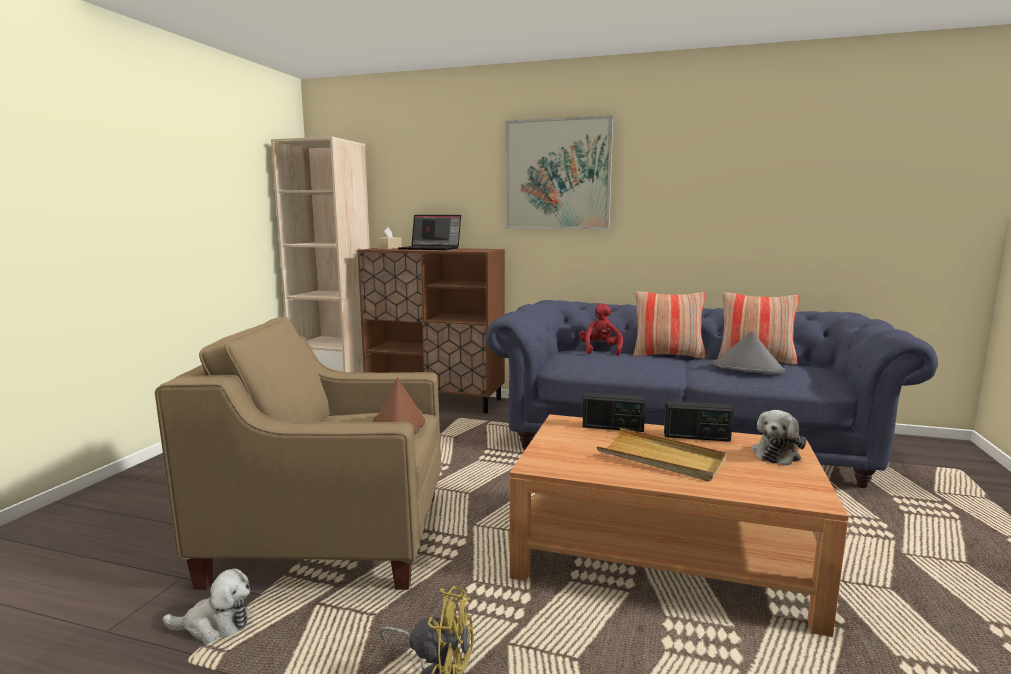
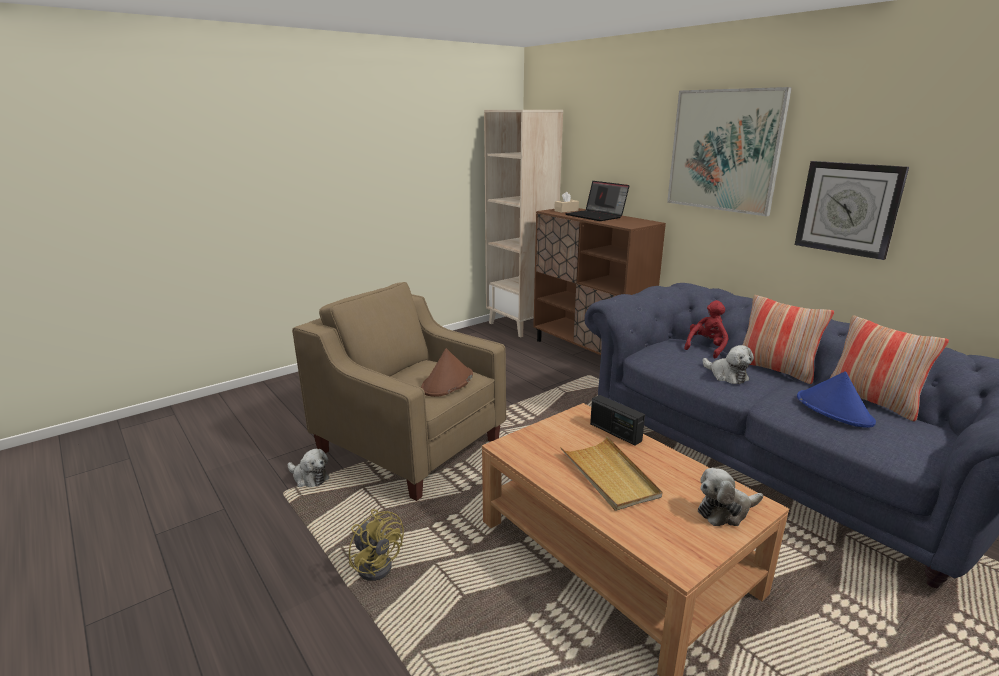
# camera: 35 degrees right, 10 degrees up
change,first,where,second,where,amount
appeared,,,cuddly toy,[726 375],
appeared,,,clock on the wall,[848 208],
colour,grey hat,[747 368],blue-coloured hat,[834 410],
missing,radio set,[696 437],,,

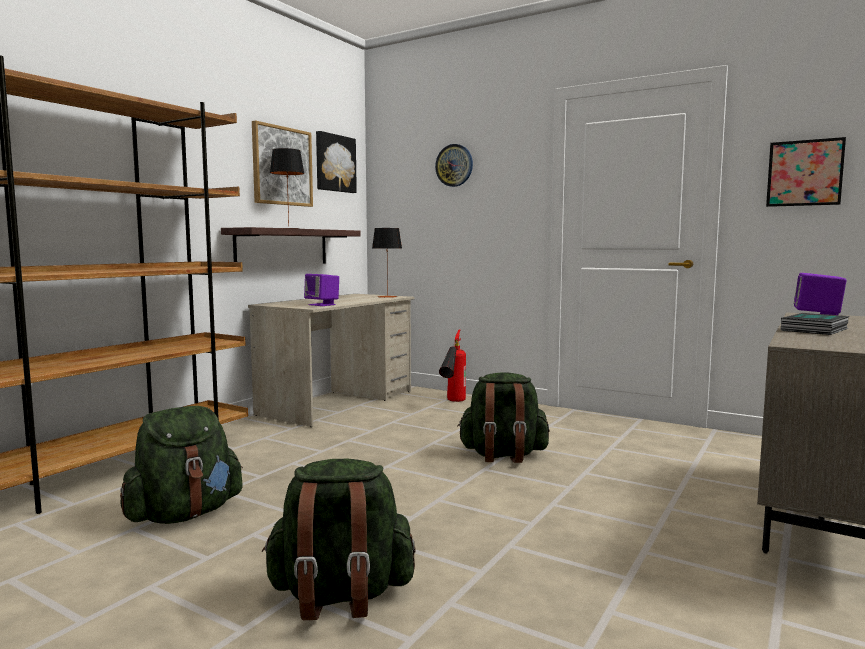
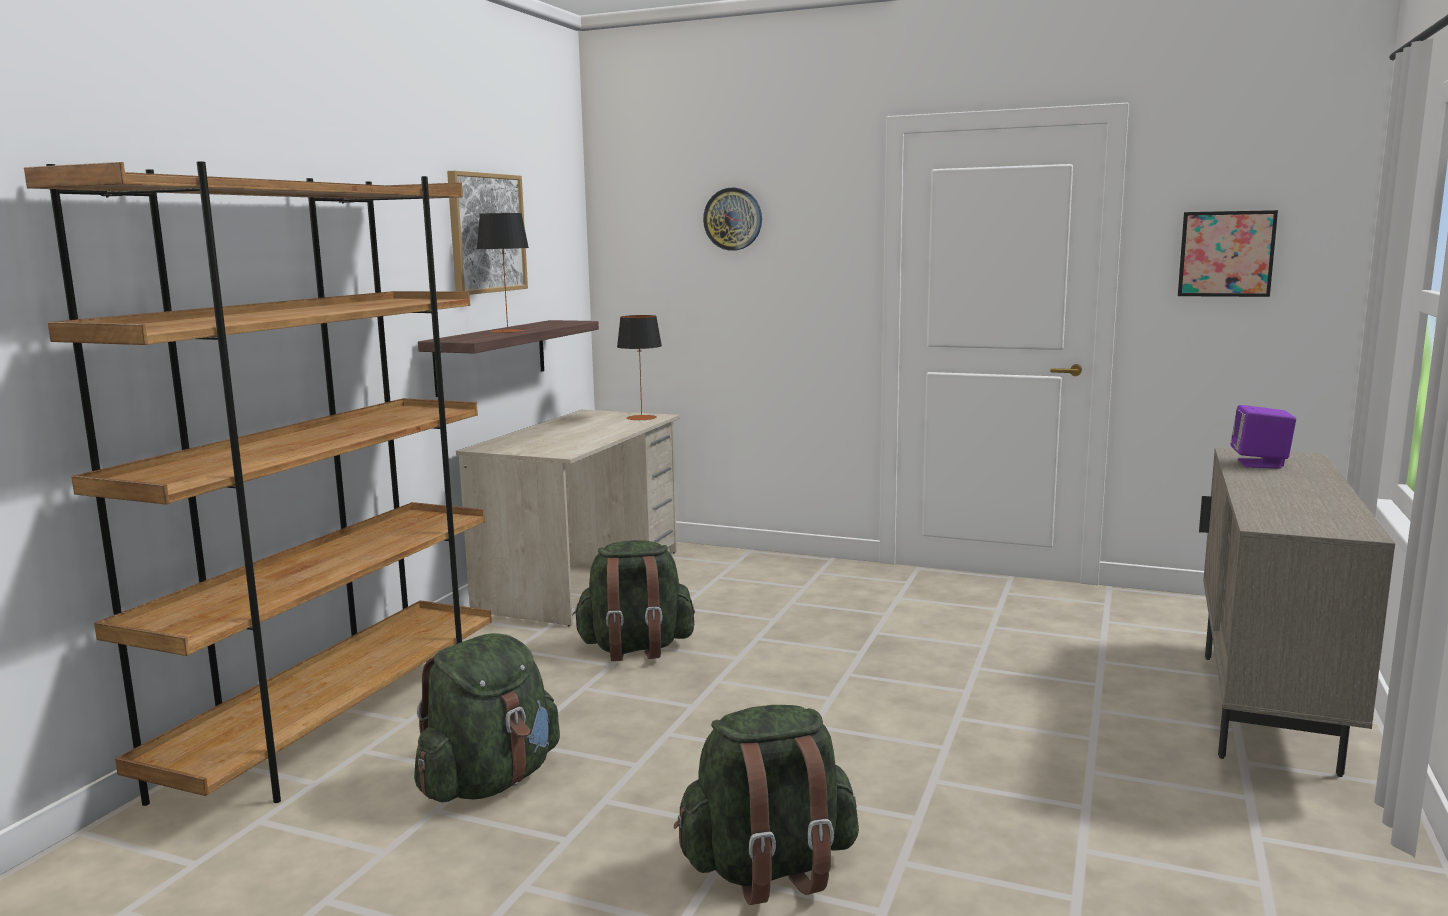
# camera: 10 degrees left, 5 degrees up
change,first,where,second,where,amount
relocated,greenish knapsack,[503 455],,[635 649],
missing,purple-coloured audio speaker,[322 305],,,
missing,wall picture,[334 163],,,
missing,fire extinguisher,[452 403],,,
missing,bound book,[816 329],,,

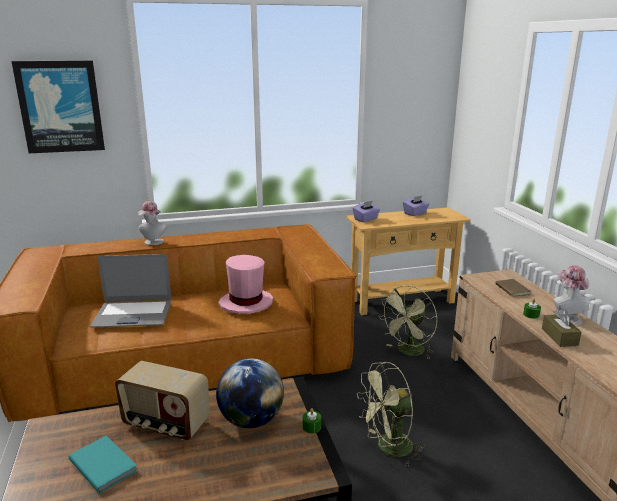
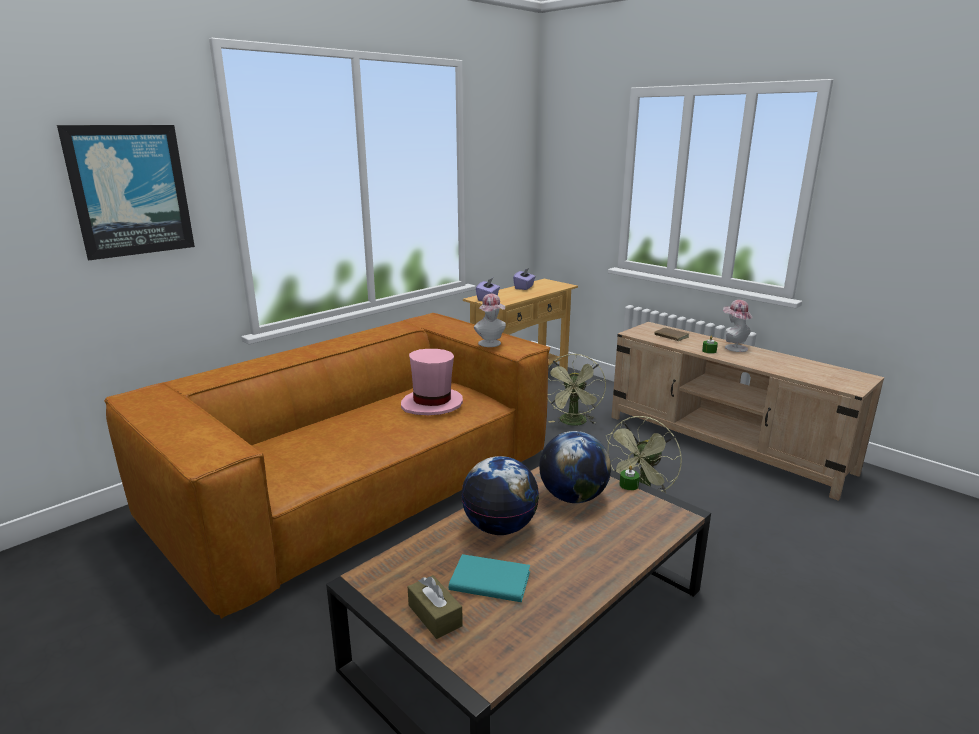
# camera: 30 degrees left, 0 degrees up
change,first,where,second,where,amount
relocated,brown tissue box,[559 337],,[435 615],
exchanged,radio set,[165 424],globe,[500 527],
relocated,hat,[153 243],,[491 344],
missing,laptop,[133 314],,,

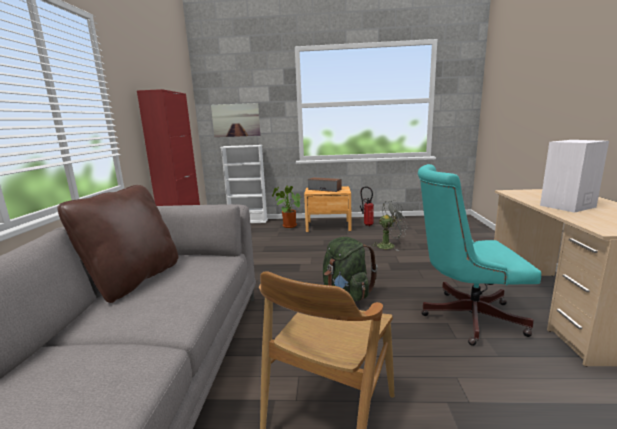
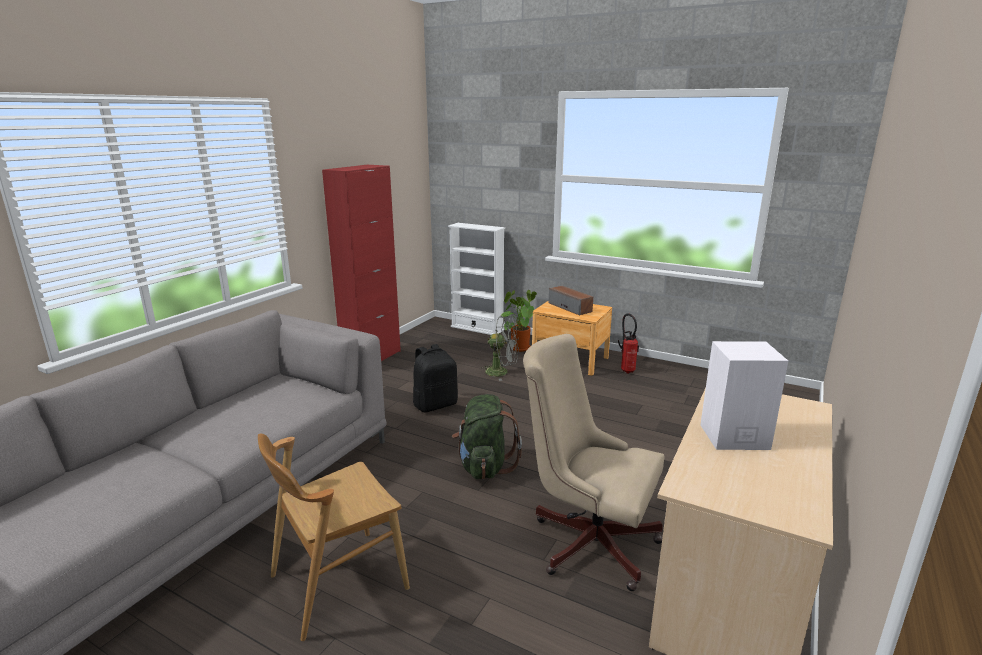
# camera: 25 degrees right, 5 degrees up
change,first,where,second,where,amount
appeared,,,blackish knapsack,[435 405],
relocated,grey fan,[389 245],,[502 372],
colour,turquoise-coloured office chair,[464 316],beige office chair,[587 540],
missing,brown cushion,[134 280],,,
missing,wall picture,[236 120],,,

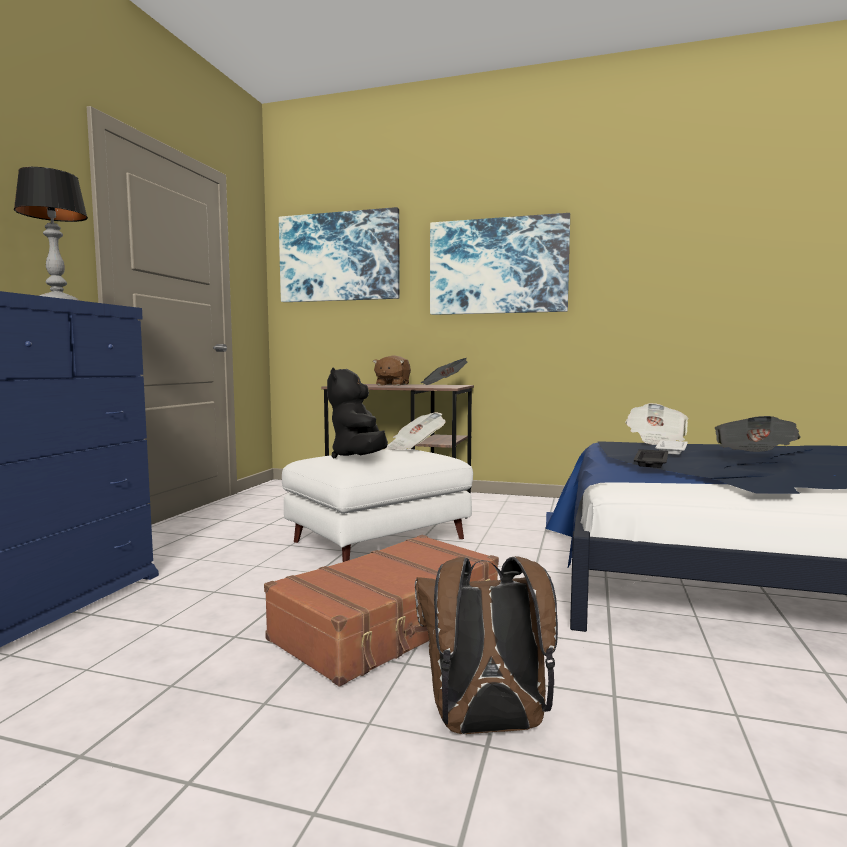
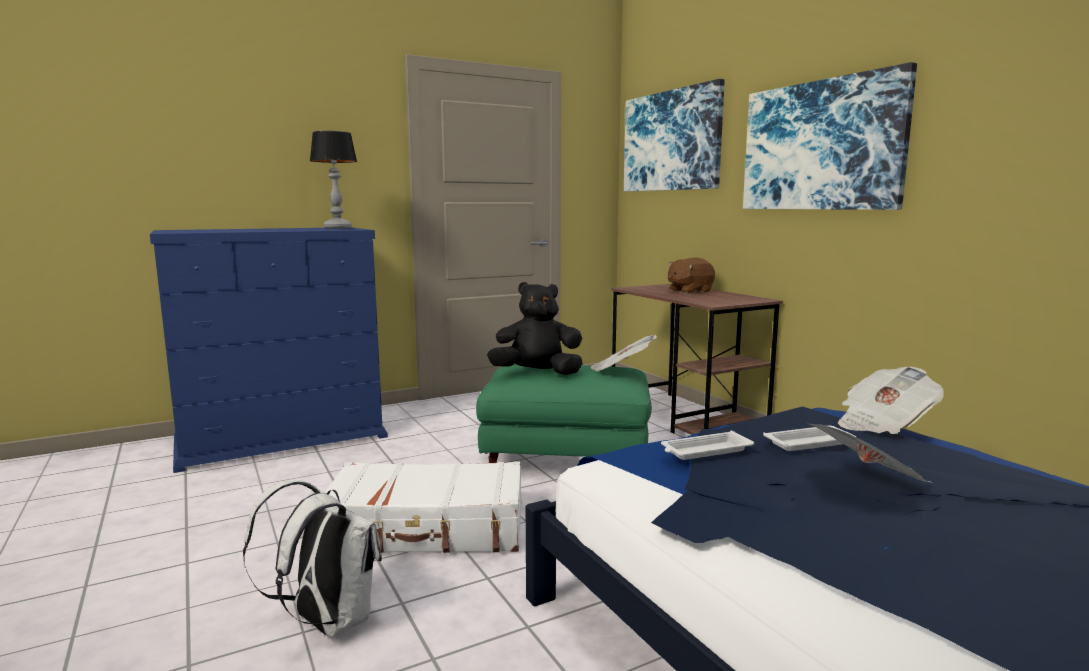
# camera: 45 degrees right, 5 degrees up
change,first,where,second,where,amount
colour,brown knapsack,[486 726],white-coloured knapsack,[326 622],
colour,brown travel case,[391 624],white-coloured travel case,[427 528],
colour,white-coloured footrest,[379 541],greenish footrest,[566 458],
spun,blackish cuddly toy,[360 458],,[537 373],45 degrees clockwise
colour,blackish serving tray,[651 462],white-coloured serving tray,[705 451],
missing,newspaper,[443 385],,,

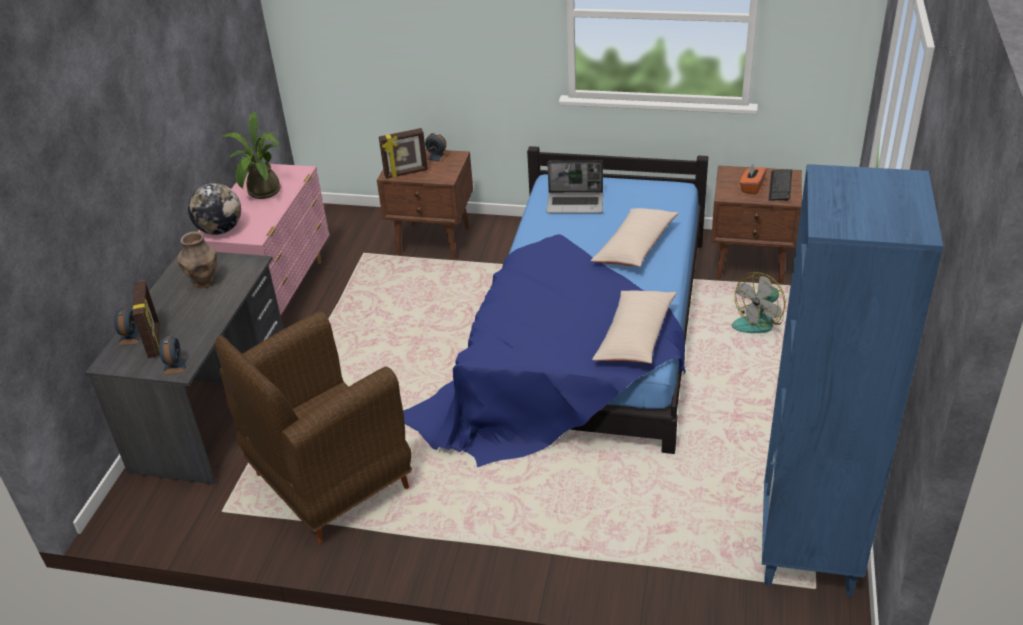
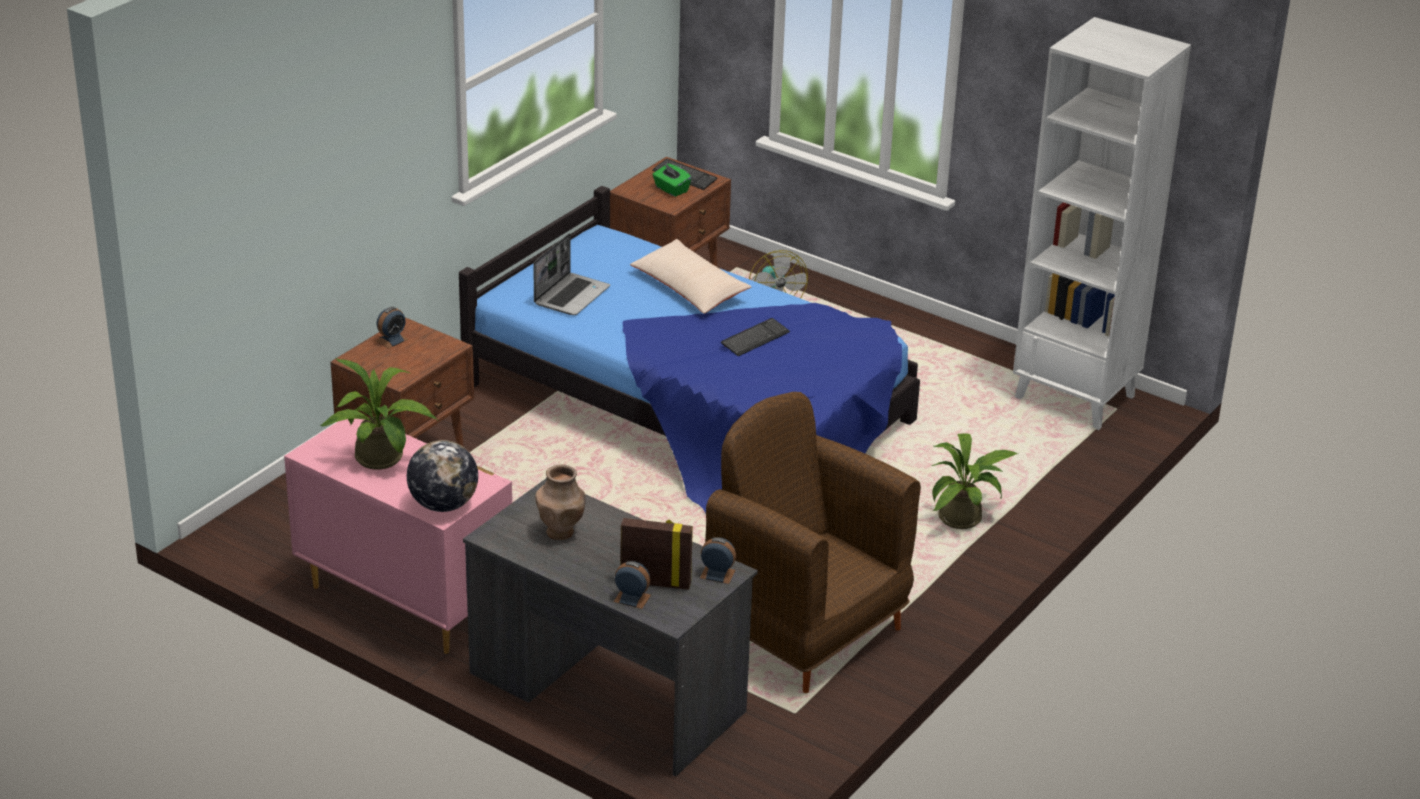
# camera: 70 degrees left, 5 degrees down
change,first,where,second,where,amount
colour,orangey tissue box,[751 187],greenish tissue box,[671 189],
spun,brown armchair,[329 483],,[803 631],150 degrees clockwise
appeared,,,computer keyboard,[755 339],
appeared,,,plant in a pot,[965 518],
colour,blue-coloured bookshelf,[808 551],white-coloured bookshelf,[1076 397],
missing,picture frame,[406 173],,,
missing,beige cushion,[635 336],,,

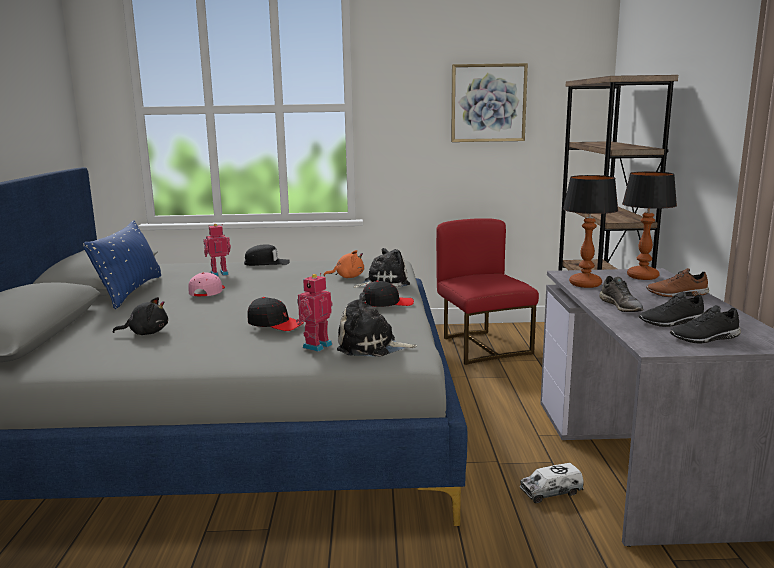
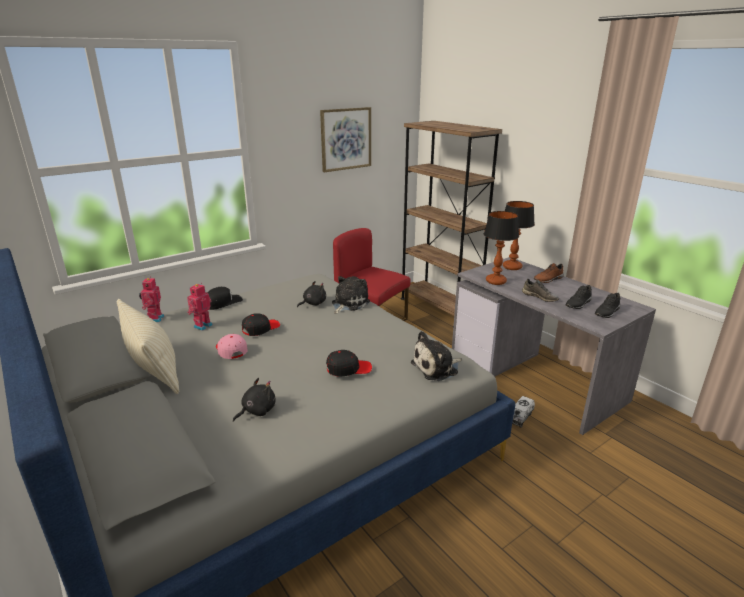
# camera: 35 degrees left, 10 degrees up
change,first,where,second,where,amount
colour,blue-coloured cushion,[131 291],beige cushion,[153 369],
relocated,model robot,[315 346],,[154 319],
relocated,blackish baseball cap,[387 303],,[260 329],
colour,orangey cuddly toy,[347 277],blackish cuddly toy,[313 303],

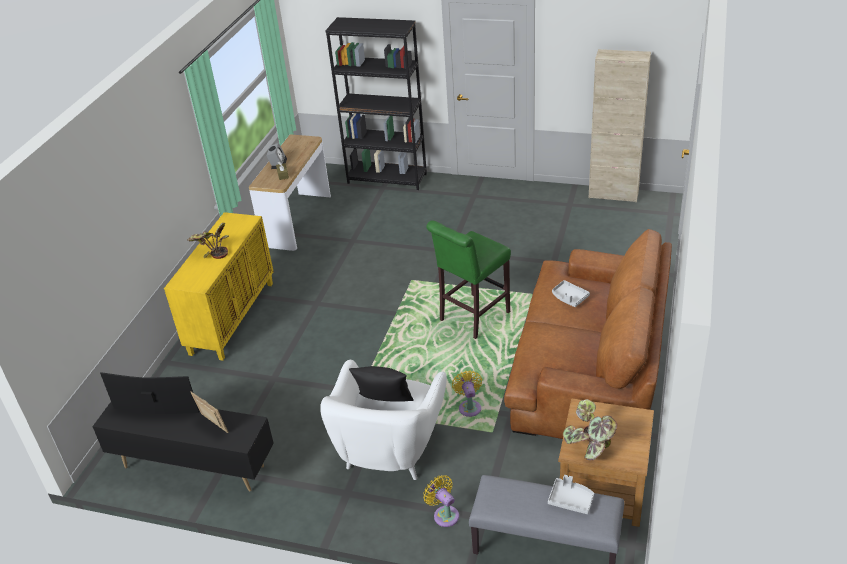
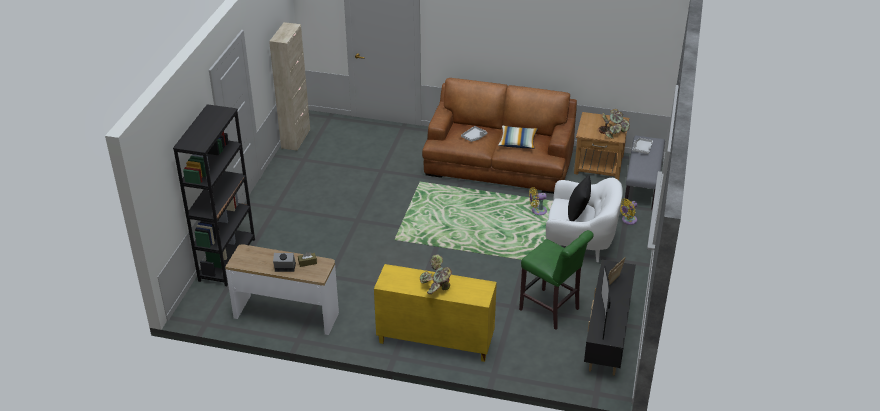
# camera: 95 degrees left, 0 degrees up
change,first,where,second,where,amount
appeared,,,cushion,[517 142],
relocated,greenish sitting stool,[472 318],,[551 311],

